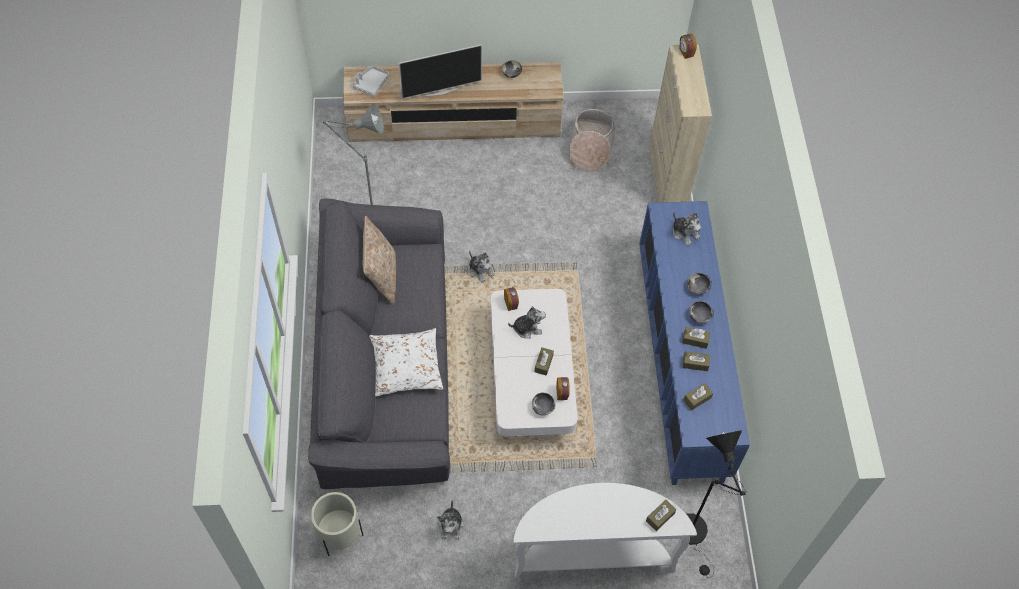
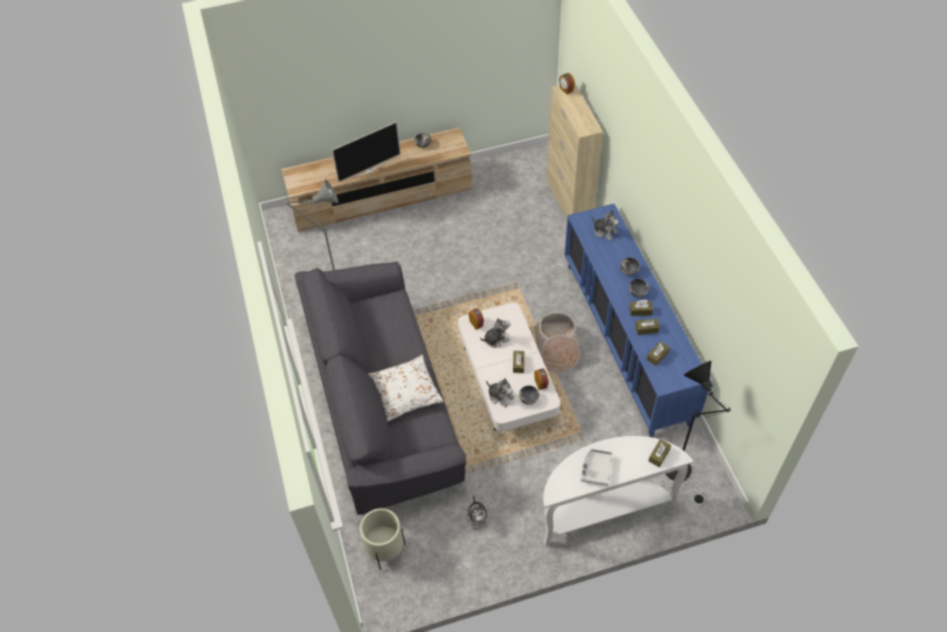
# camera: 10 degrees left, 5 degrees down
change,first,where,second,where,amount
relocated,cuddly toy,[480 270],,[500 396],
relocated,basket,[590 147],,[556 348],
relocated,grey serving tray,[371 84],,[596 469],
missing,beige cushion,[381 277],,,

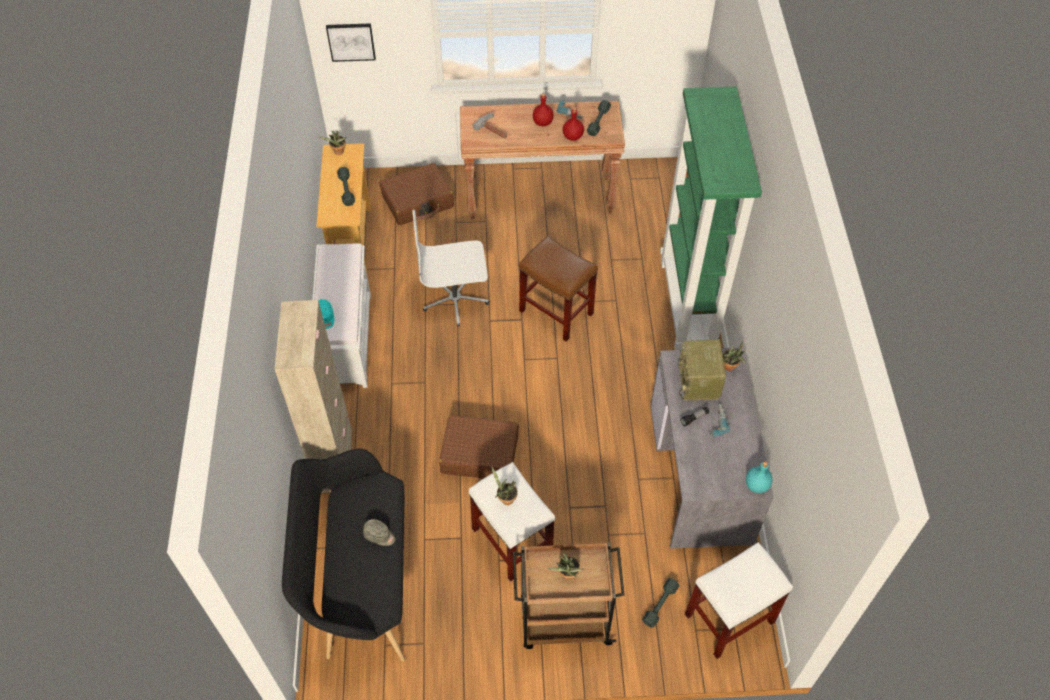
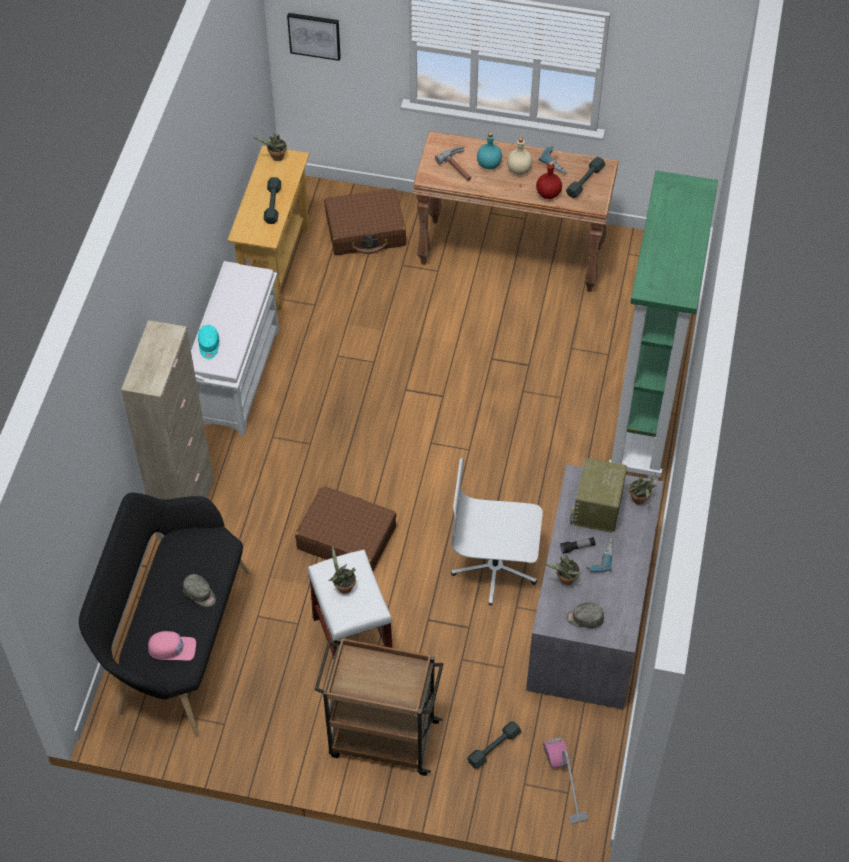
# camera: 15 degrees right, 0 degrees up
change,first,where,second,where,amount
appeared,,,pinkish baseball cap,[172 648],
relocated,white-coloured office chair,[455 299],,[495 568],
relocated,turquoise-coloured drink bottle,[756 485],,[488 164],
colour,red drink bottle,[542 122],beige drink bottle,[518 169],
exchanged,white-coloured sitting stool,[729 619],hoover,[565 782],
relocated,plant in a pot,[567 575],,[565 580],
appeared,,,grey baseball cap,[584 619],
missing,brown sitting stool,[555 312],,,

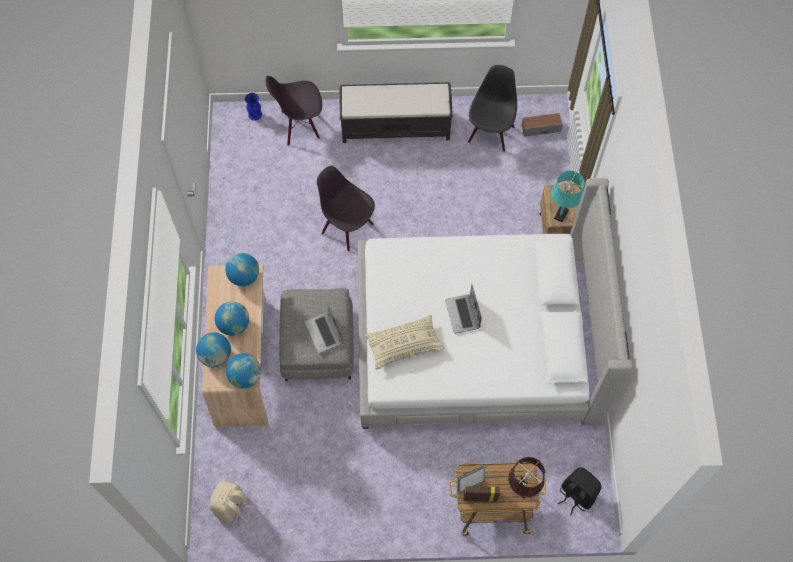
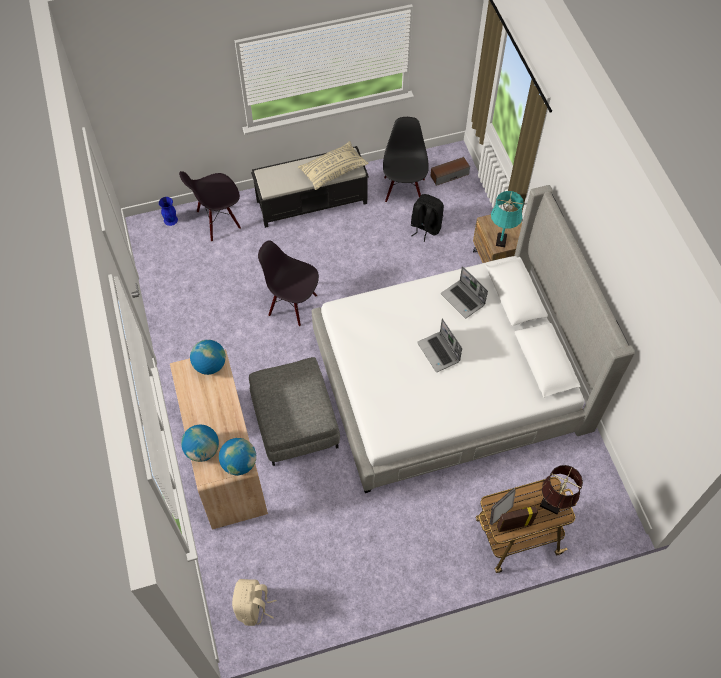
# camera: 15 degrees left, 5 degrees down
change,first,where,second,where,amount
relocated,beige cushion,[404 345],,[333 170],
relocated,blackish knapsack,[576 495],,[425 227],
relocated,laptop,[324 333],,[463 300],
missing,globe,[234 325],,,

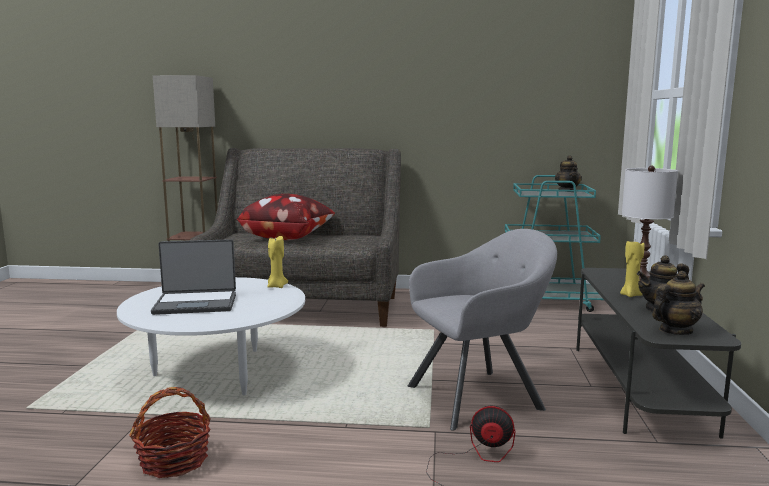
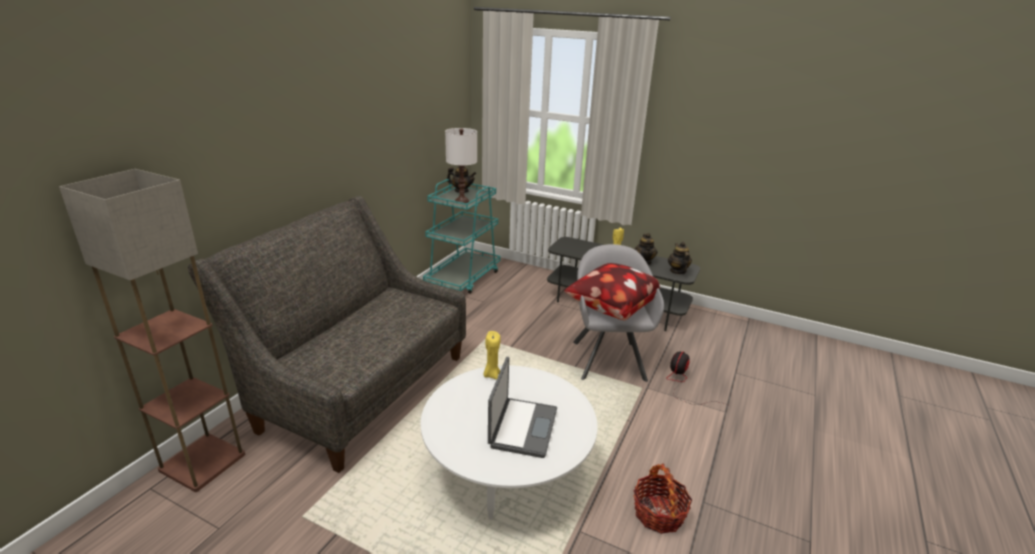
# camera: 70 degrees left, 15 degrees up
change,first,where,second,where,amount
relocated,white-coloured tabletop lamp,[642 277],,[462 201],
relocated,cushion,[287 238],,[610 308],

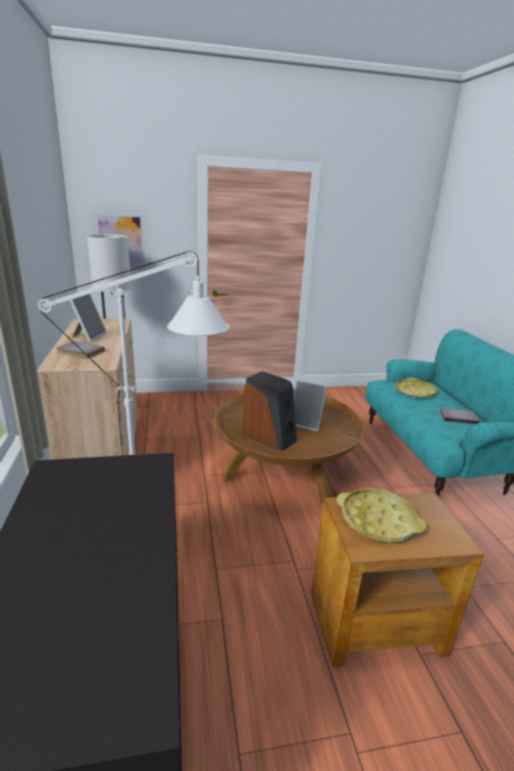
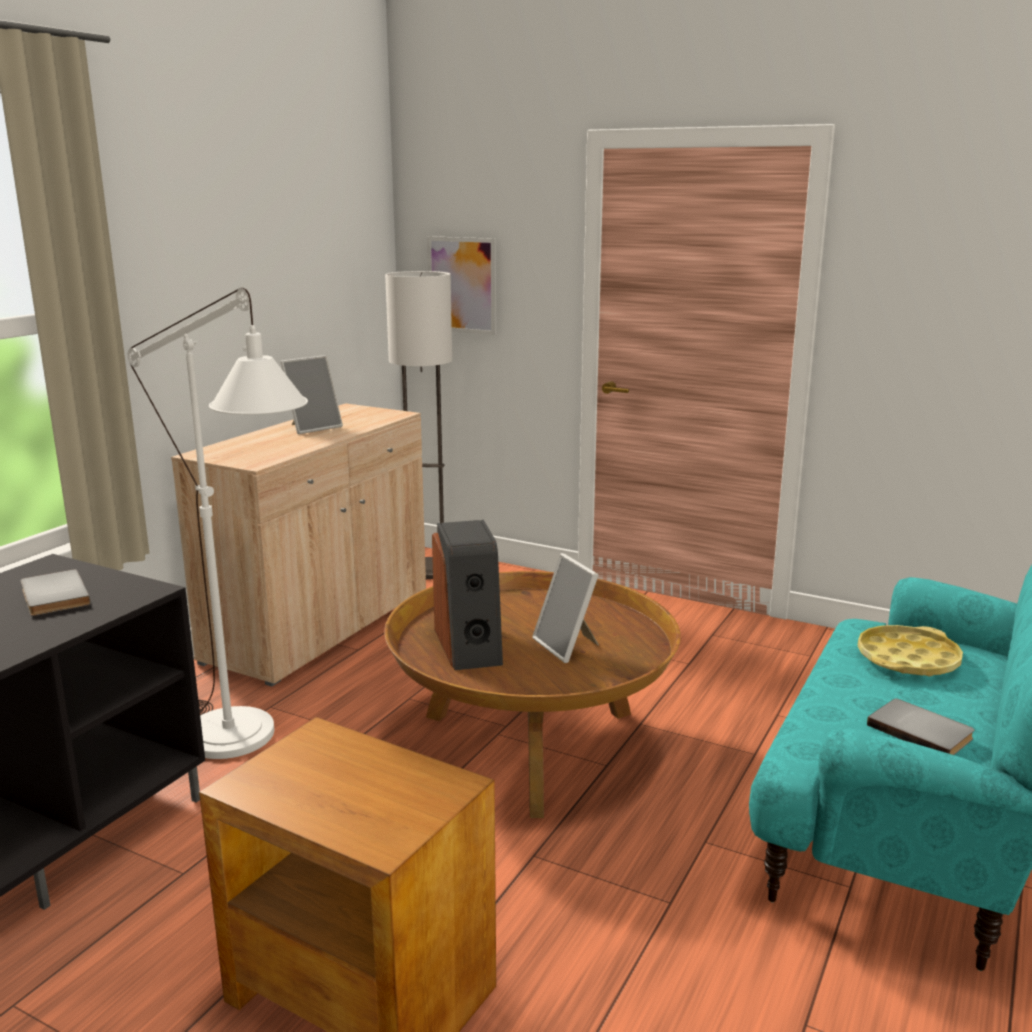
# camera: 40 degrees right, 5 degrees down
change,first,where,second,where,amount
relocated,grey bound book,[79 352],,[52 596],
missing,yellow serving tray,[378 520],,,

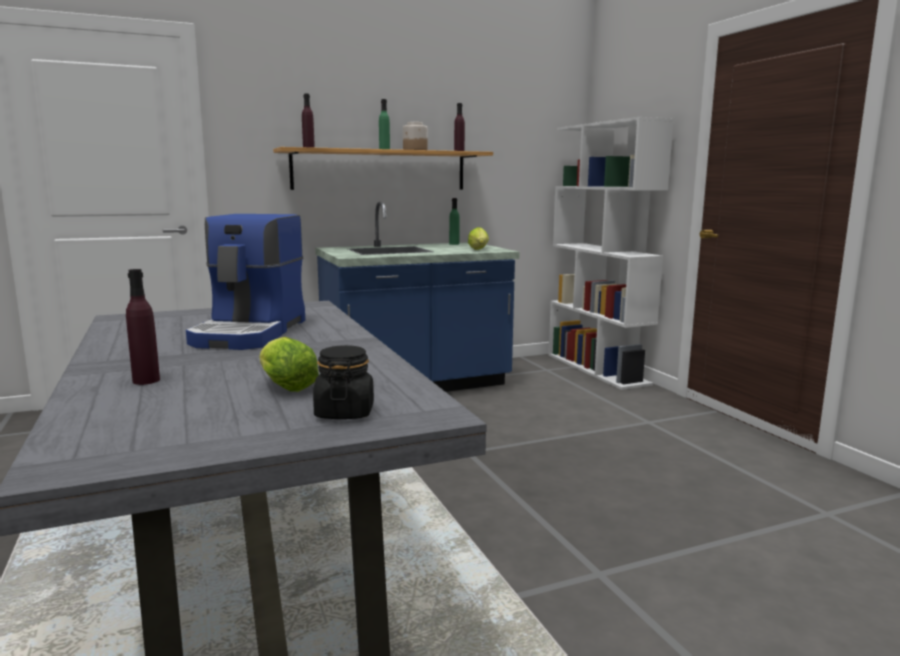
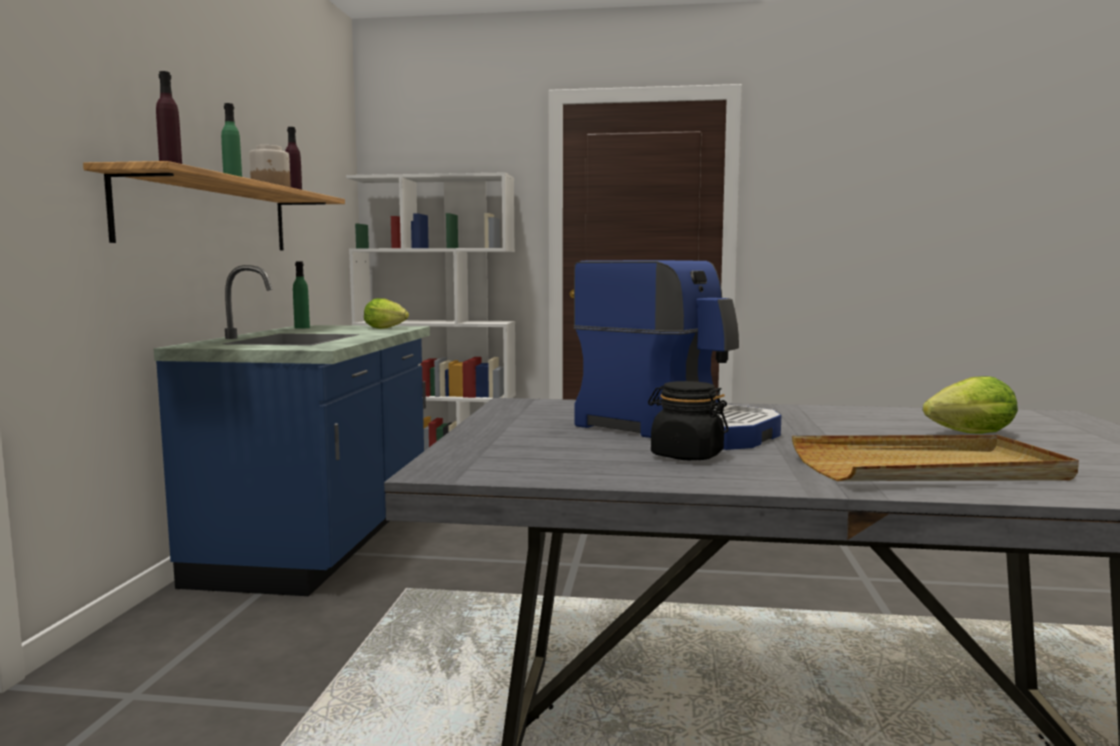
# camera: 60 degrees left, 5 degrees down
change,first,where,second,where,amount
relocated,blackish storage jar,[344 412],,[686 455],
exchanged,purple-coloured drink bottle,[146 380],beige serving tray,[929 469],

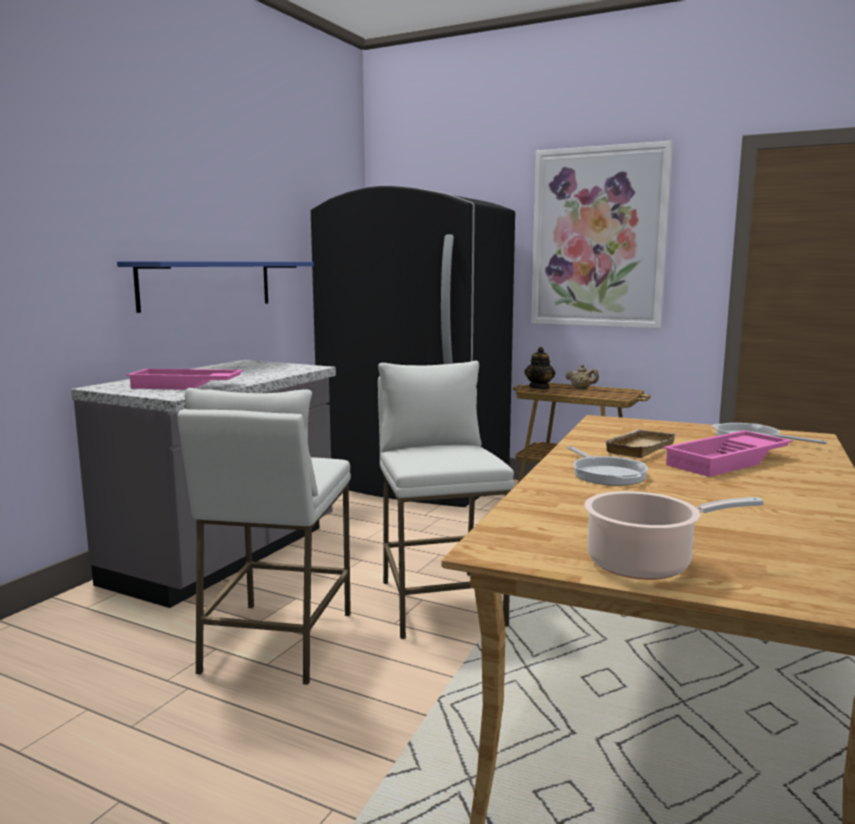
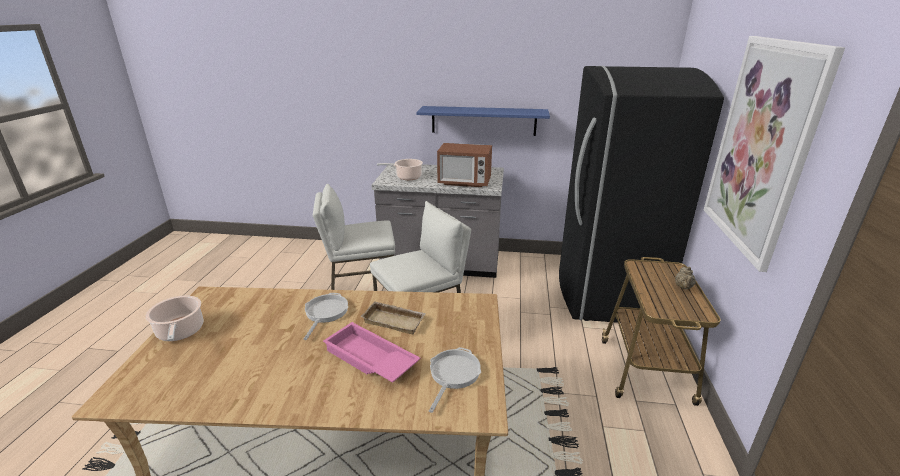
# camera: 70 degrees right, 15 degrees up
change,first,where,second,where,amount
spun,pan,[606 474],,[325 313],135 degrees clockwise
exchanged,pinkish serving tray,[185 386],stockpot,[407 177],
appeared,,,microwave oven,[464 182],
missing,pot for tea,[539 387],,,

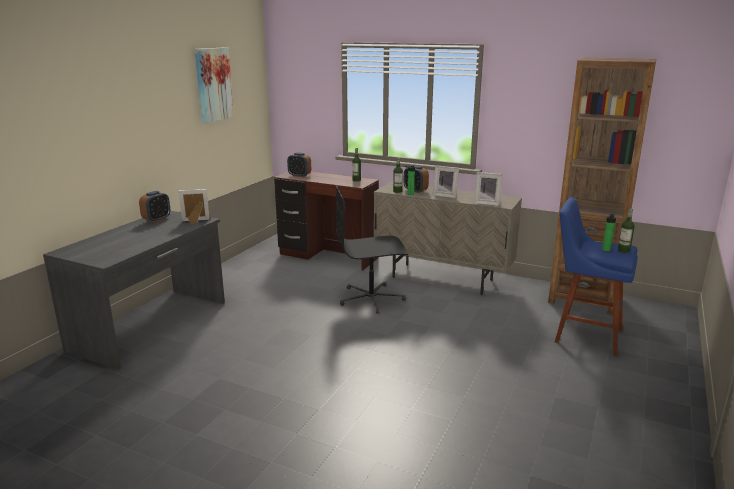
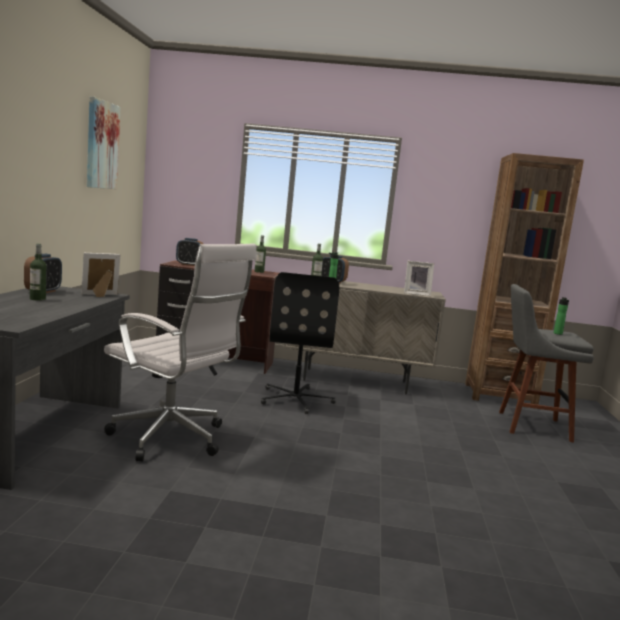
# camera: 20 degrees left, 10 degrees down
change,first,where,second,where,amount
relocated,drink bottle,[623 251],,[37 299],
appeared,,,white-coloured office chair,[173 439],
spun,blackish office chair,[371 298],,[296 399],60 degrees counterclockwise
colour,blue-coloured sitting stool,[584 334],grey sitting stool,[529 425],
missing,picture frame,[445 195],,,

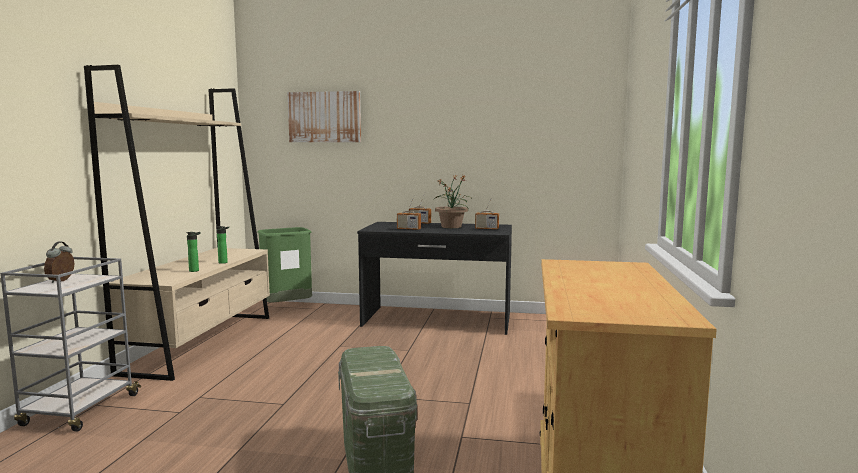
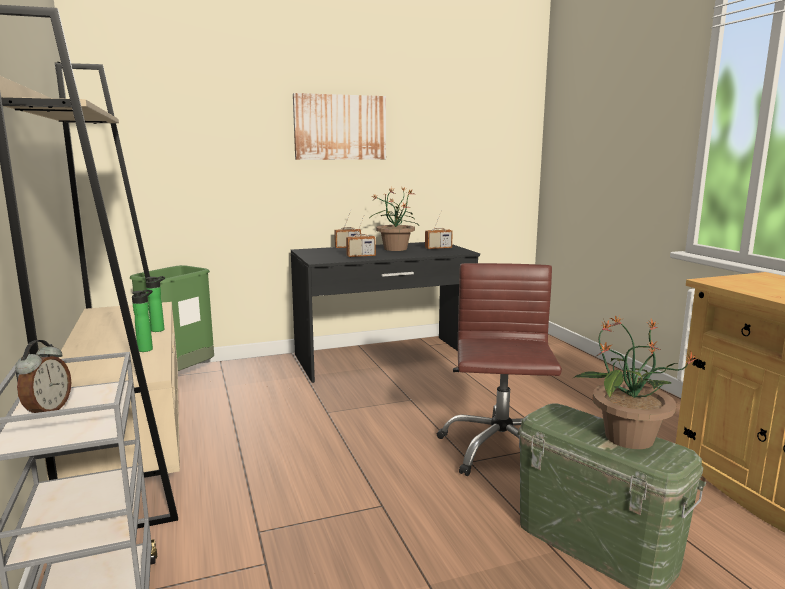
# camera: 30 degrees left, 5 degrees up
change,first,where,second,where,amount
spun,alarm clock,[62 281],,[47 410],150 degrees counterclockwise
relocated,wall picture,[325 117],,[340 127],
appeared,,,brown office chair,[499 449],
appeared,,,plant in a pot,[627 437],

